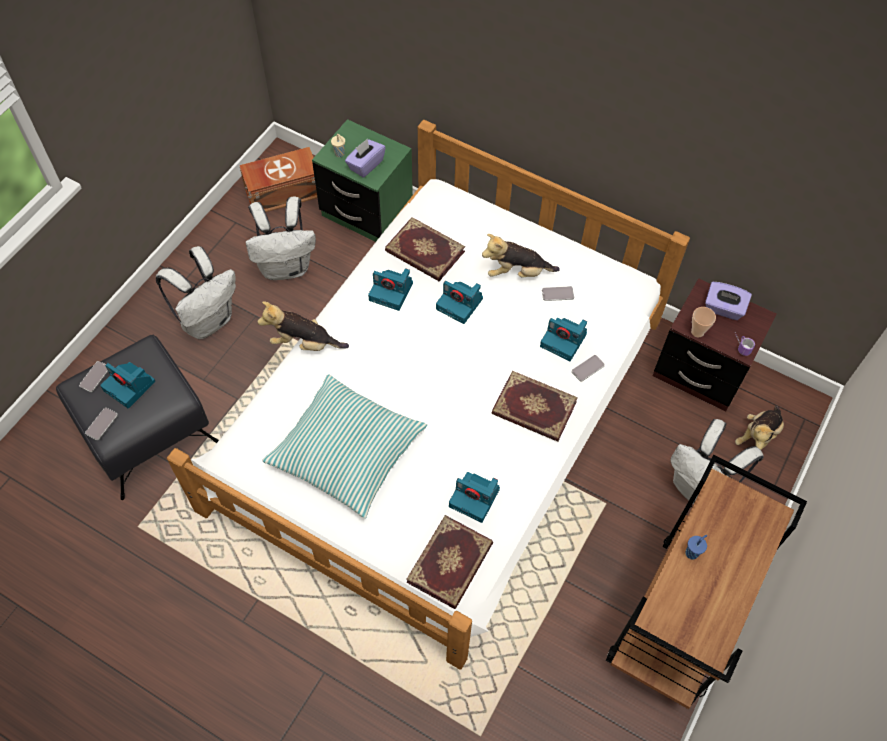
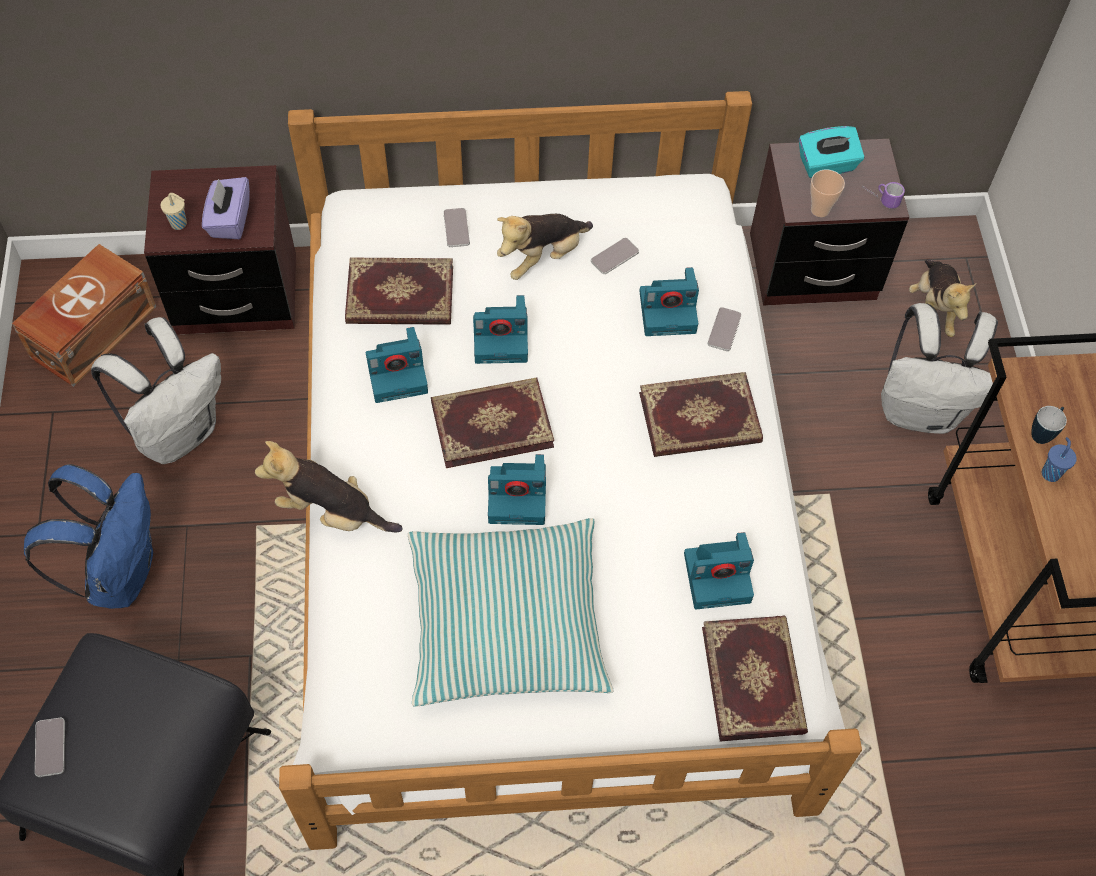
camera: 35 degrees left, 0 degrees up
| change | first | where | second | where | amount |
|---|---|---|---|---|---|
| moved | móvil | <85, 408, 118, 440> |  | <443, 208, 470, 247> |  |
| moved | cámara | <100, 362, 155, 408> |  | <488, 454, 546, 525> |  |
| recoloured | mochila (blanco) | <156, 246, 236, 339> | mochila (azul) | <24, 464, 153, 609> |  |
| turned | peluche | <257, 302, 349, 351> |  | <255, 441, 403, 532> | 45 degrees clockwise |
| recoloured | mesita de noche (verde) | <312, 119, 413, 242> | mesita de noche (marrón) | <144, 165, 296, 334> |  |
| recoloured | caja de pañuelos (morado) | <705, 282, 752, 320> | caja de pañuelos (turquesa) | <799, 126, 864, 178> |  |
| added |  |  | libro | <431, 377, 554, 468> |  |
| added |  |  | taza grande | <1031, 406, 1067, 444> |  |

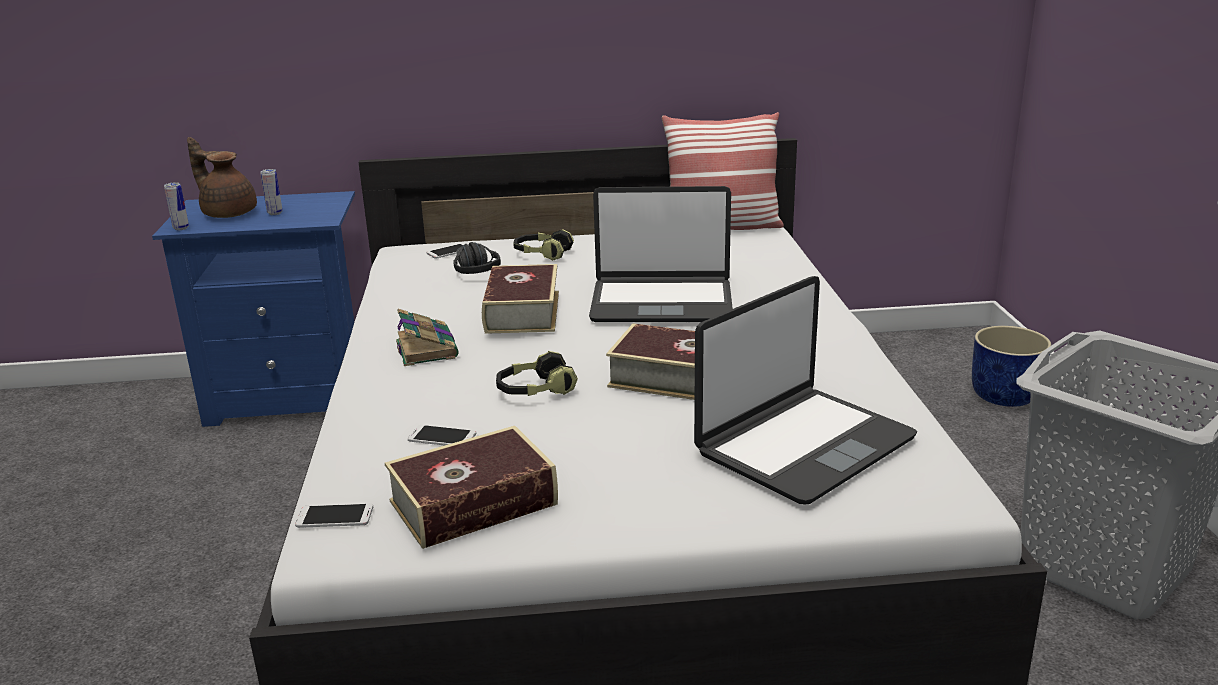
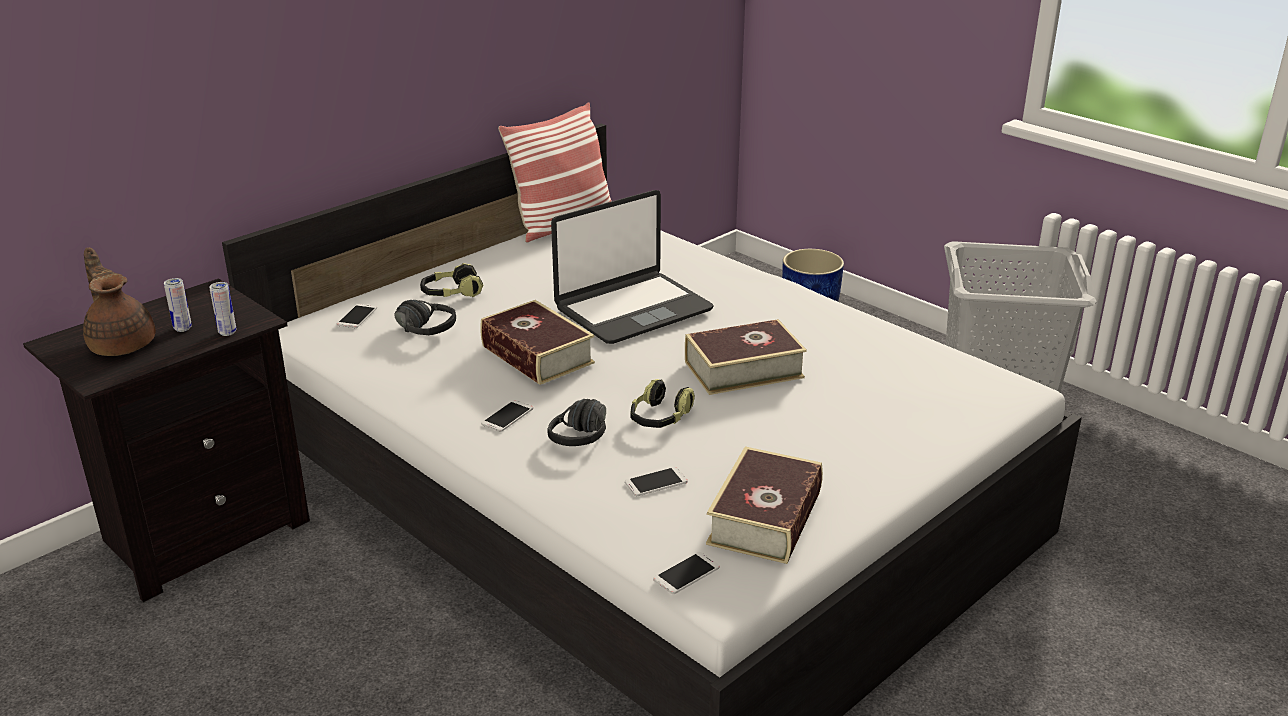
camera: 40 degrees left, 5 degrees up
| change | first | where | second | where | amount |
|---|---|---|---|---|---|
| recoloured | mesita de noche (azul) | <152, 191, 355, 427> | mesita de noche (negro) | <23, 278, 310, 602> |  |
| moved | lata | <164, 182, 189, 230> |  | <209, 282, 236, 336> |  |
| turned | tetera (marrón) | <187, 137, 257, 218> |  | <83, 248, 156, 356> | 60 degrees clockwise |
| replaced | libro | <396, 309, 458, 366> | móvil | <481, 400, 533, 432> |  |
| removed | portátil | <694, 276, 917, 505> |  |  |  |
| added |  |  | auriculares (negro) | <547, 399, 606, 446> |  |

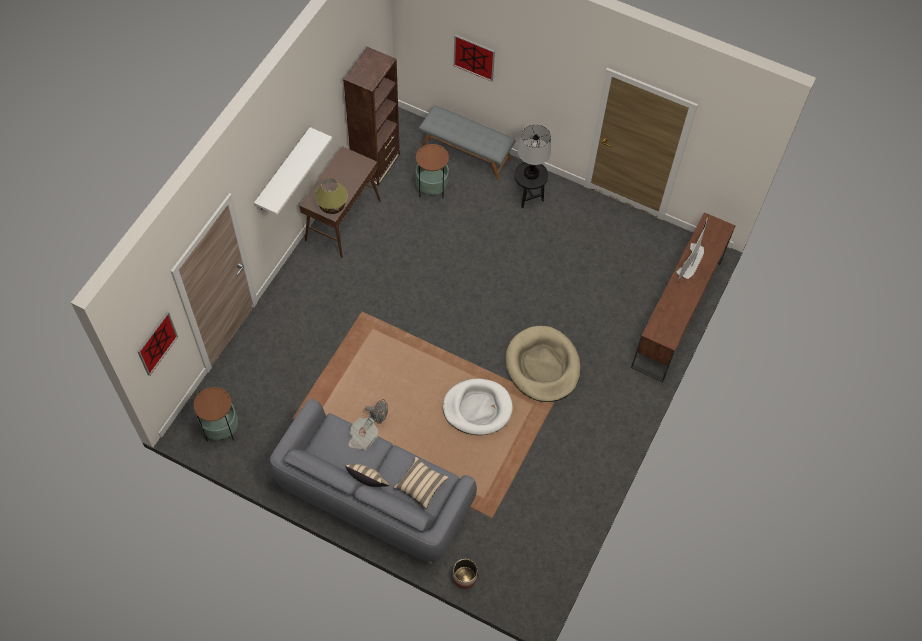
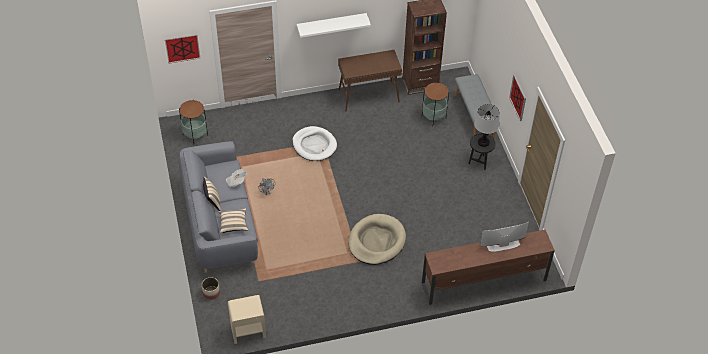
camera: 50 degrees right, 10 degrees down
| change | first | where | second | where | amount |
|---|---|---|---|---|---|
| removed | lámpara de mesa | <315, 178, 348, 214> |  |  |  |
| moved | cama para perro (blanco) | <443, 379, 513, 435> |  | <292, 126, 337, 161> |  |
| moved | cuadro | <454, 34, 495, 82> |  | <509, 75, 526, 121> |  |
| added |  |  | mesita de noche (beis) | <228, 295, 266, 344> |  |

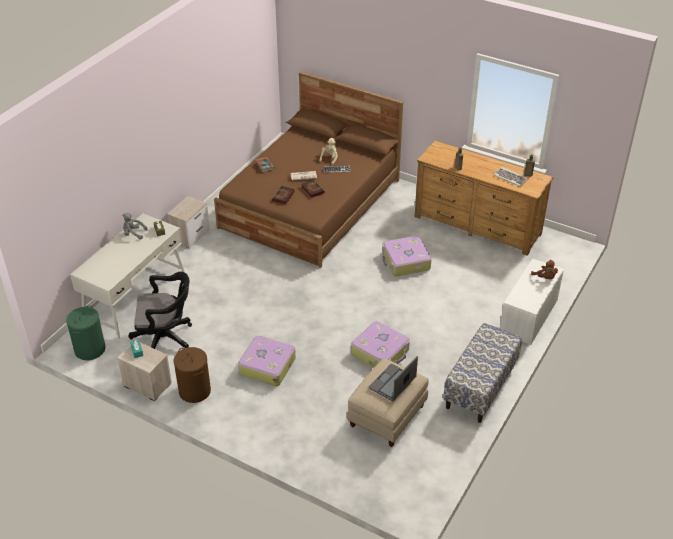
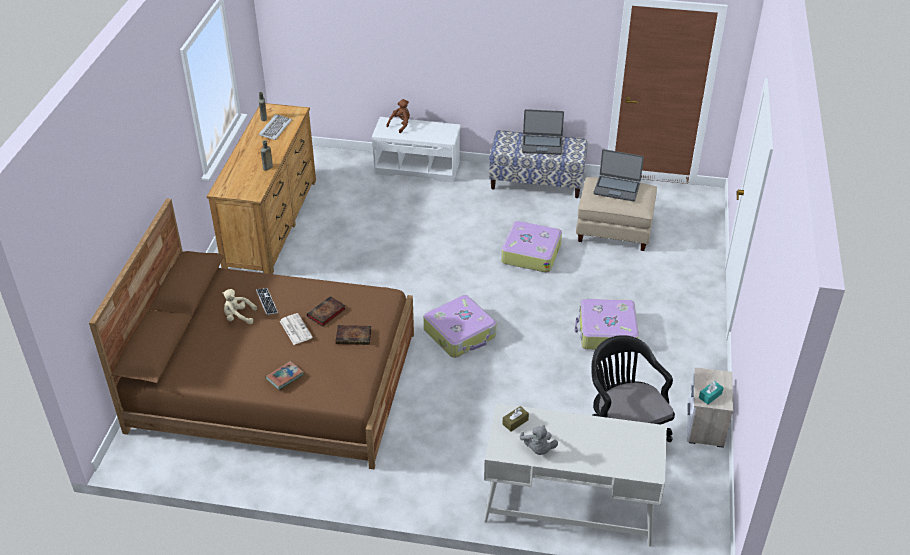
camera: 110 degrees left, 0 degrees up
| change | first | where | second | where | amount |
|---|---|---|---|---|---|
| removed | cesto de la ropa (verde) | <66, 305, 106, 360> |  |  |  |
| removed | mesita de noche | <167, 196, 210, 248> |  |  |  |
| removed | cesto de la ropa (marrón) | <174, 347, 211, 403> |  |  |  |
| moved | maleta | <382, 236, 431, 276> |  | <423, 295, 496, 358> |  |
| added |  |  | portátil | <522, 109, 564, 155> |  |

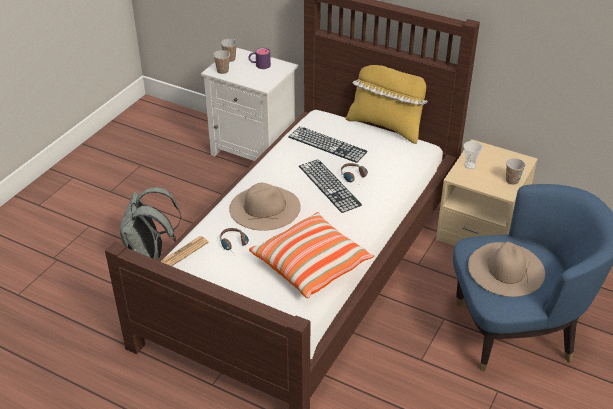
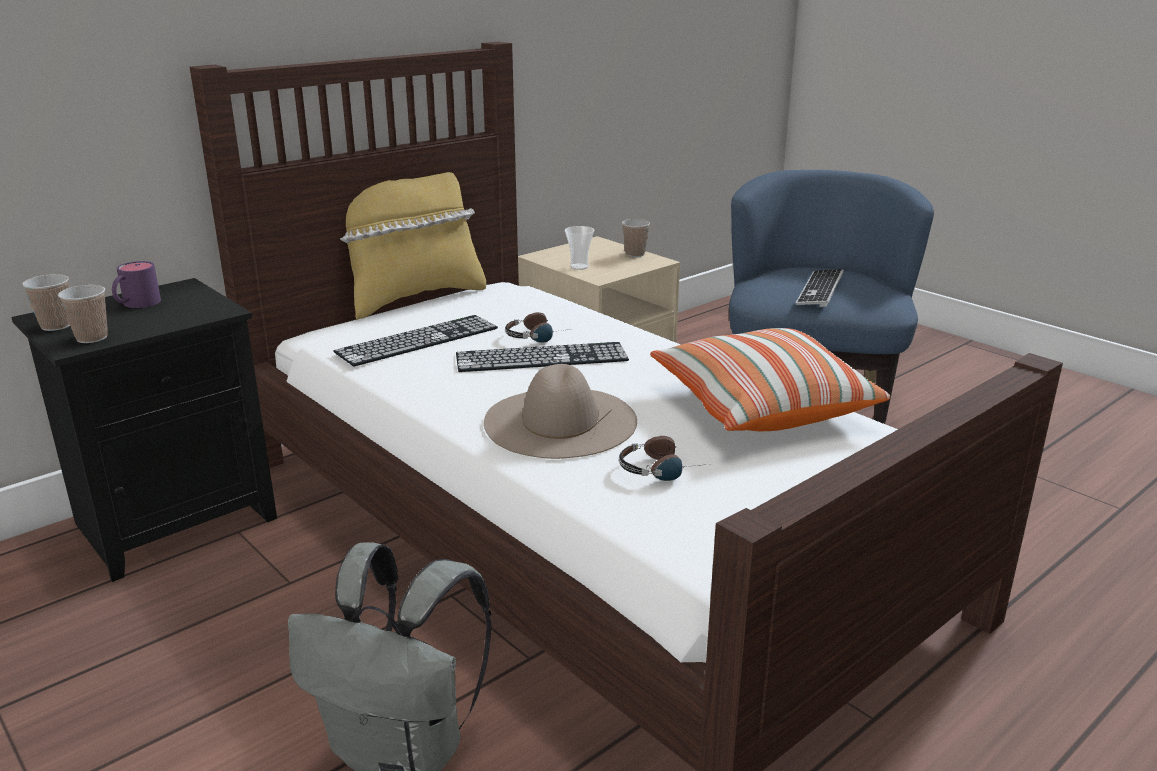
camera: 70 degrees left, 15 degrees down
| change | first | where | second | where | amount |
|---|---|---|---|---|---|
| removed | periódico | <161, 236, 209, 266> |  |  |  |
| recoloured | mesita de noche (blanco) | <201, 47, 298, 161> | mesita de noche (negro) | <11, 278, 277, 582> |  |
| replaced | sombrero (beis) | <468, 242, 545, 297> | teclado | <796, 269, 844, 307> |  |

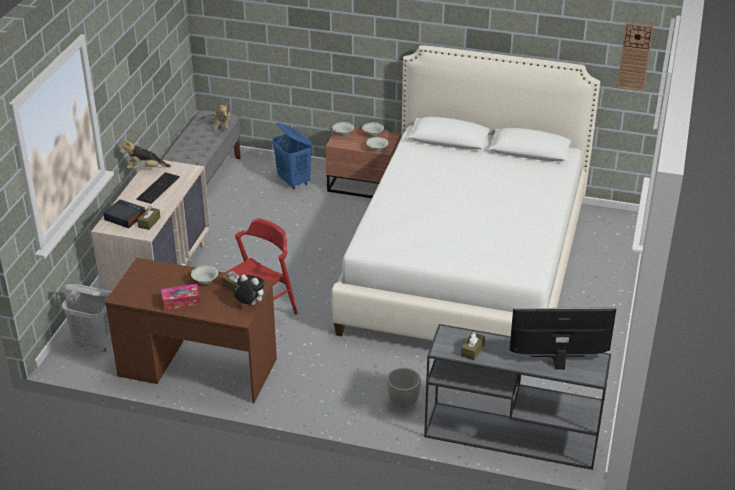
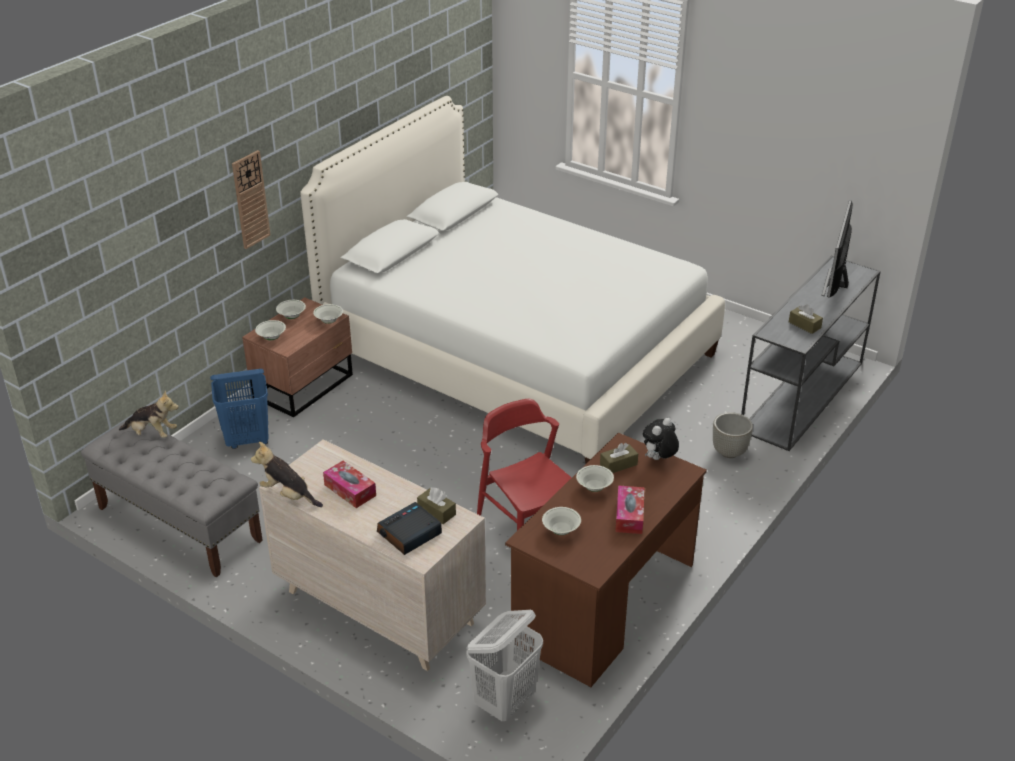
camera: 70 degrees left, 0 degrees up
| change | first | where | second | where | amount |
|---|---|---|---|---|---|
| turned | peluche | <120, 139, 171, 169> |  | <251, 441, 323, 507> | 105 degrees clockwise |
| replaced | teclado | <137, 172, 180, 204> | caja de pañuelos | <323, 461, 376, 508> |  |
| moved | reloj de pared | <617, 23, 653, 91> |  | <232, 150, 271, 249> |  |
| added |  |  | cuenco (blanco) | <542, 507, 581, 535> |  |

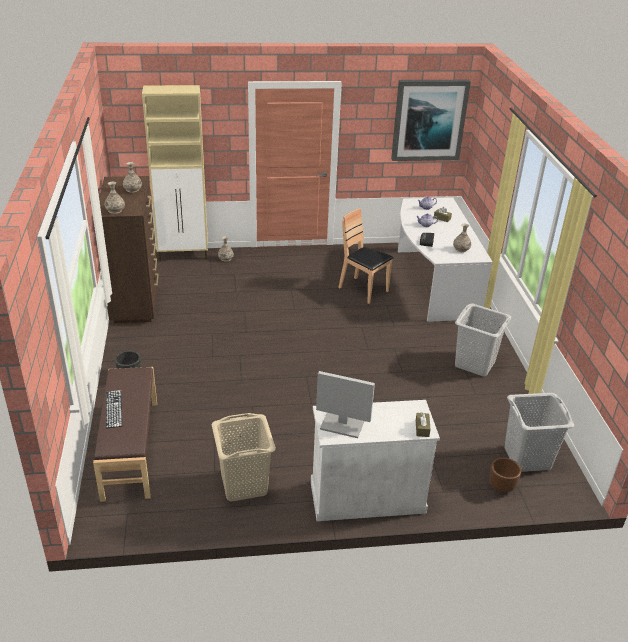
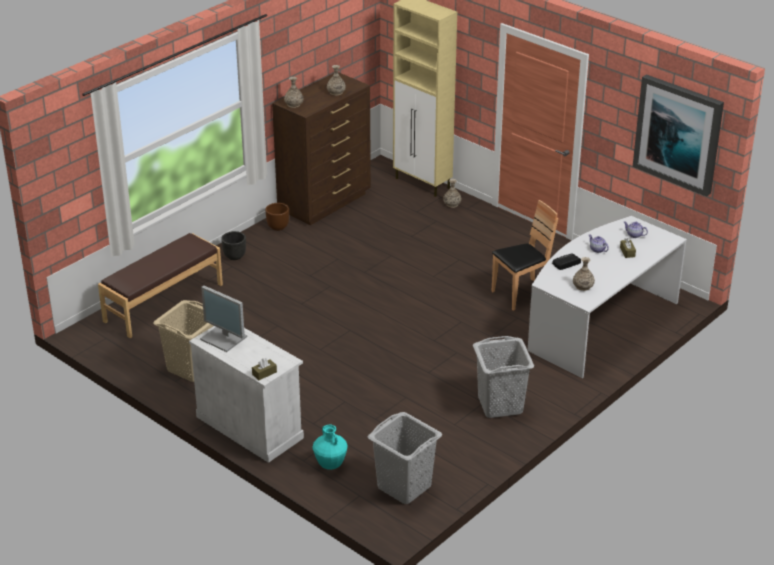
camera: 50 degrees right, 0 degrees up
| change | first | where | second | where | amount |
|---|---|---|---|---|---|
| removed | teclado | <106, 390, 122, 428> |  |  |  |
| turned | monitor | <316, 371, 375, 438> |  | <200, 285, 247, 352> | 150 degrees clockwise |
| turned | silla (marrón) | <338, 208, 394, 304> |  | <492, 200, 558, 311> | 60 degrees clockwise |
| moved | maceta (marrón) | <490, 458, 521, 493> |  | <265, 203, 289, 231> |  |
| added |  |  | florero (turquesa) | <313, 424, 348, 470> |  |

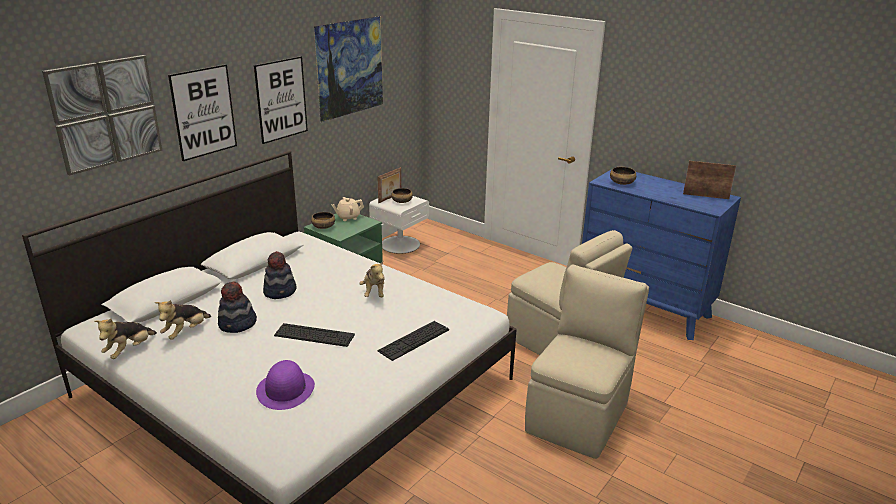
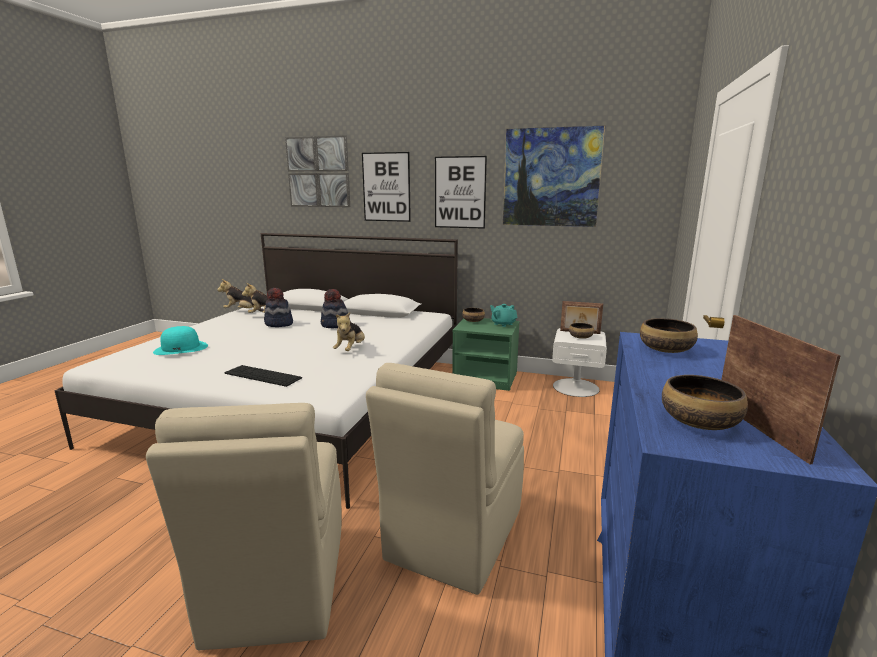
camera: 70 degrees right, 10 degrees down
| change | first | where | second | where | amount |
|---|---|---|---|---|---|
| recoloured | sombrero (morado) | <256, 360, 315, 410> | sombrero (turquesa) | <153, 326, 208, 355> |  |
| removed | teclado | <274, 323, 355, 347> |  |  |  |
| recoloured | tetera (beis) | <331, 197, 364, 221> | tetera (turquesa) | <490, 304, 517, 327> |  |
| turned | peluche | <359, 261, 385, 297> |  | <333, 312, 365, 351> | 45 degrees counterclockwise |
| turned | silla (beis) | <525, 265, 649, 459> |  | <146, 403, 342, 650> | 75 degrees clockwise |
| added |  |  | cuenco | <662, 375, 748, 430> |  |

